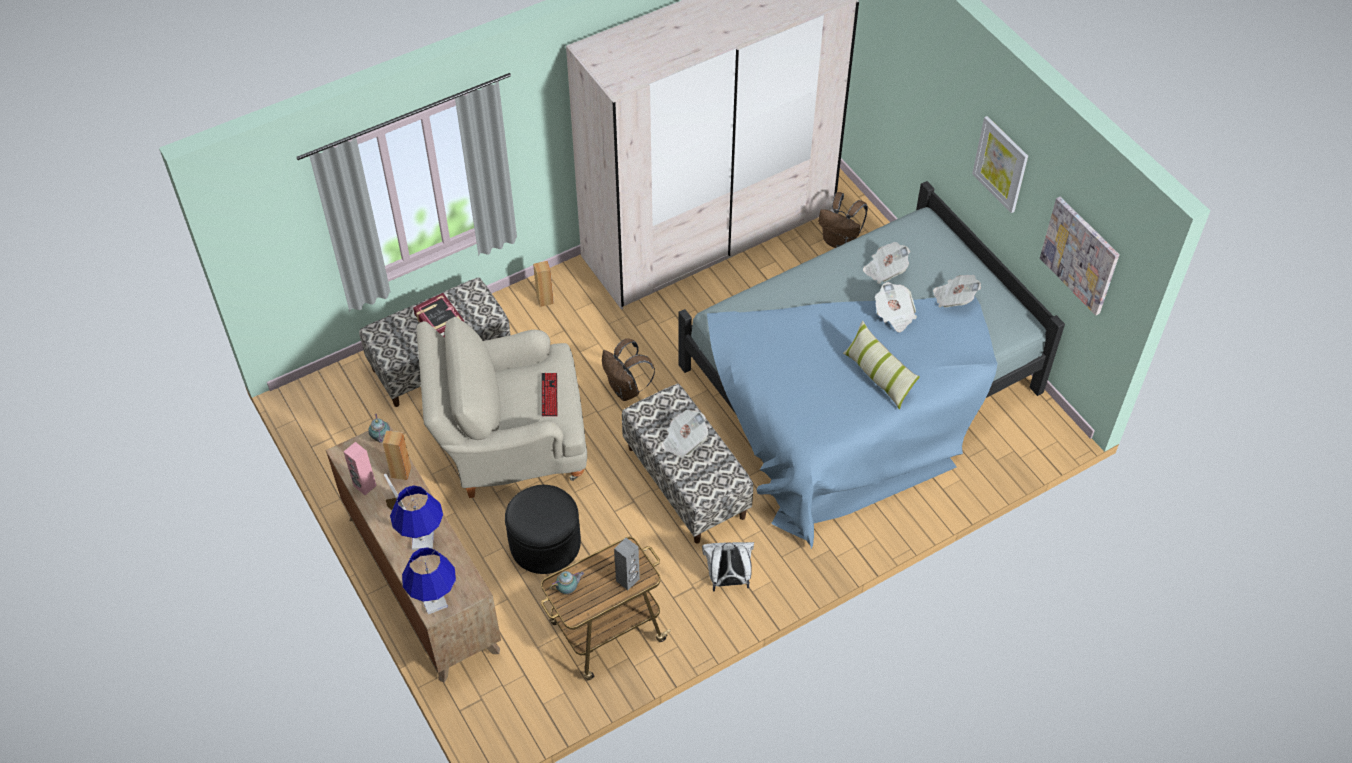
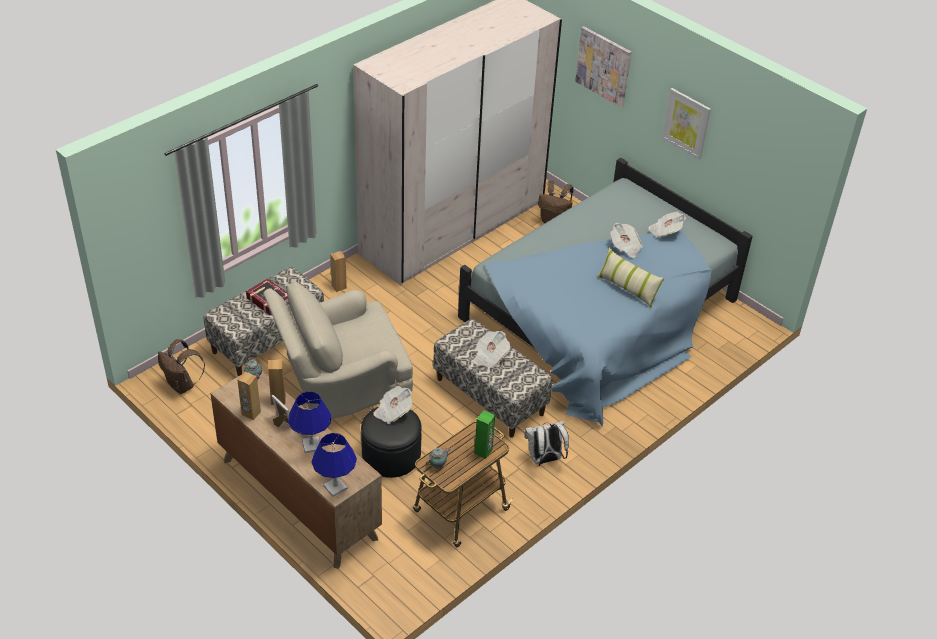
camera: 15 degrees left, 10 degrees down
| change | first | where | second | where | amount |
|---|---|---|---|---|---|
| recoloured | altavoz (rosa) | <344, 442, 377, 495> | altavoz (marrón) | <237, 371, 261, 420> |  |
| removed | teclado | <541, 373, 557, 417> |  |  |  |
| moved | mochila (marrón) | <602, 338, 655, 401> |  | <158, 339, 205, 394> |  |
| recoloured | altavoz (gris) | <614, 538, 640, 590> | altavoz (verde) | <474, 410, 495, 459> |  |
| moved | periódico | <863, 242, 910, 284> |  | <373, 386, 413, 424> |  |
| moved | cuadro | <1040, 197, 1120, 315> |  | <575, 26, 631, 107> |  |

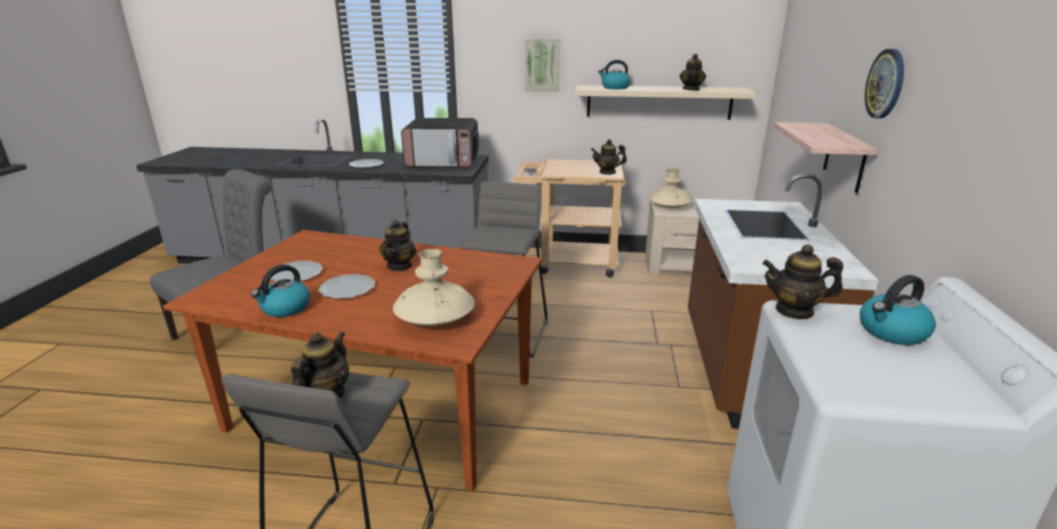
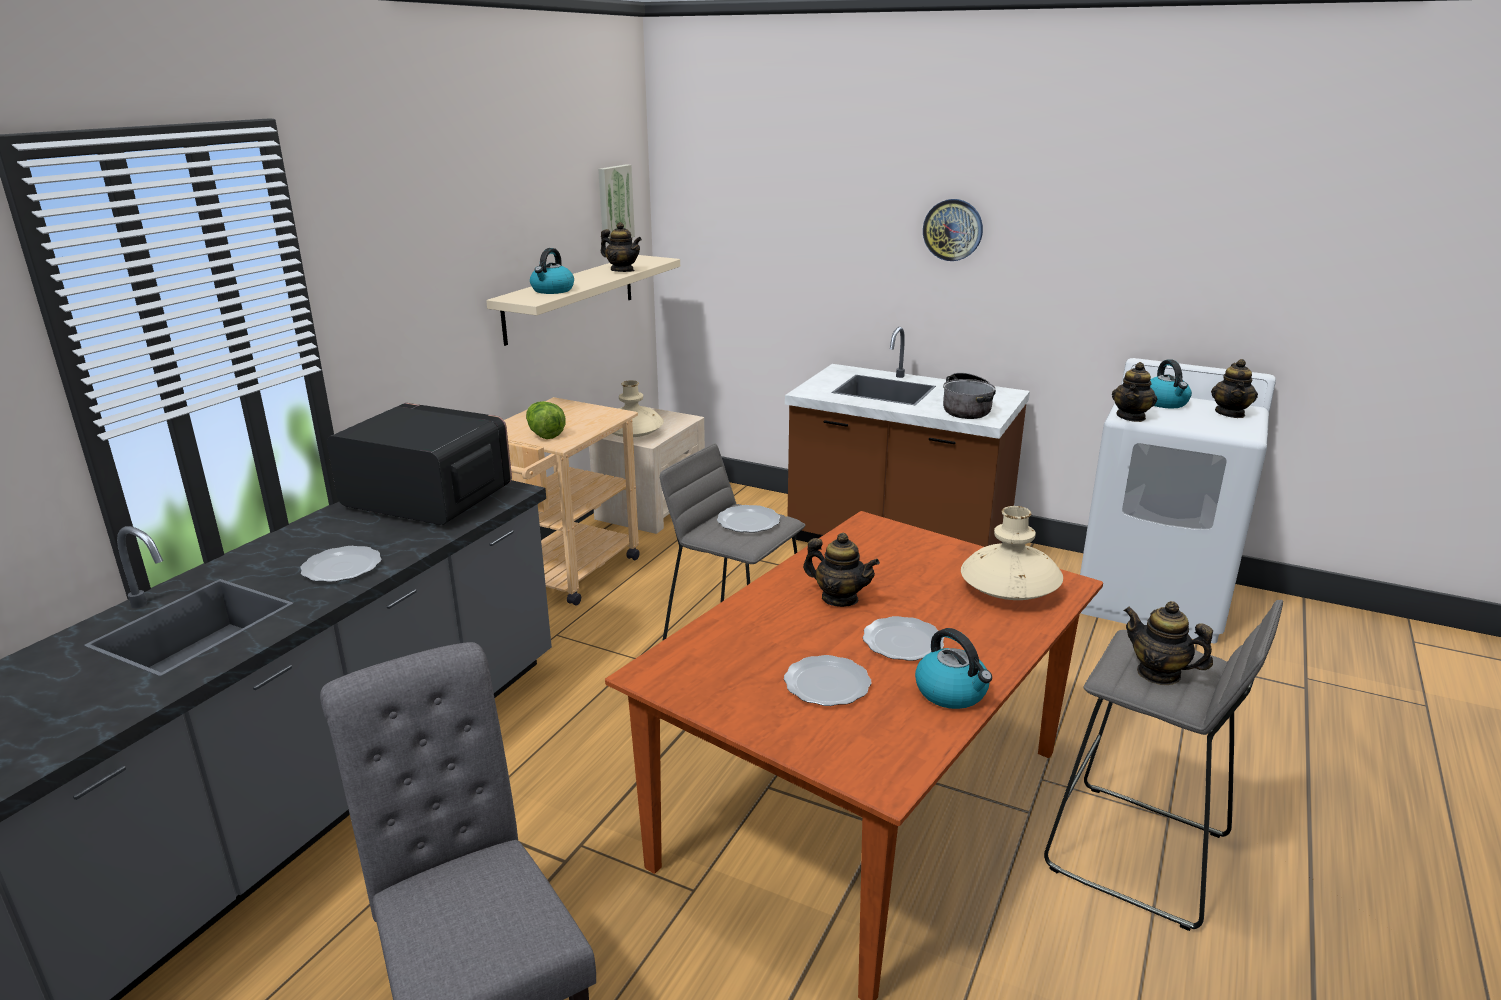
camera: 70 degrees left, 0 degrees up
| change | first | where | second | where | amount |
|---|---|---|---|---|---|
| turned | microondas | <401, 118, 479, 168> |  | <327, 403, 512, 525> | 90 degrees counterclockwise |
| moved | cuadro | <525, 39, 559, 92> |  | <598, 164, 635, 244> |  |
| moved | tetera | <591, 139, 627, 175> |  | <1211, 359, 1258, 418> |  |
| removed | estante | <774, 122, 878, 193> |  |  |  |
| added |  |  | lechuga | <526, 401, 566, 439> |  |
| added |  |  | plato | <717, 505, 780, 533> |  |
| added |  |  | olla | <943, 373, 996, 419> |  |

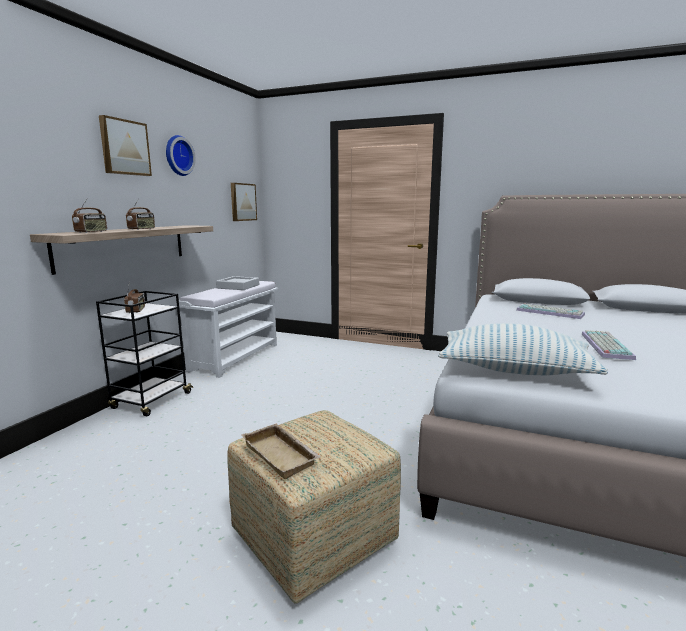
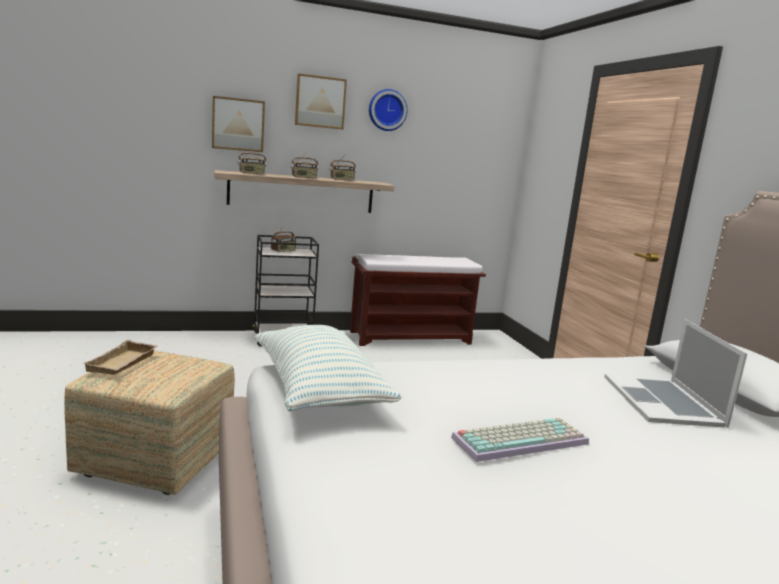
camera: 50 degrees right, 0 degrees up
| change | first | where | second | where | amount |
|---|---|---|---|---|---|
| recoloured | banco (blanco) | <176, 281, 278, 378> | banco (marrón) | <350, 254, 486, 346> |  |
| removed | bandeja (gris) | <216, 276, 259, 290> |  |  |  |
| moved | cuadro | <231, 183, 257, 221> |  | <212, 96, 265, 152> |  |
| replaced | teclado | <516, 303, 585, 319> | portátil | <604, 319, 747, 428> |  |
| added |  |  | radio | <330, 153, 356, 181> |  |

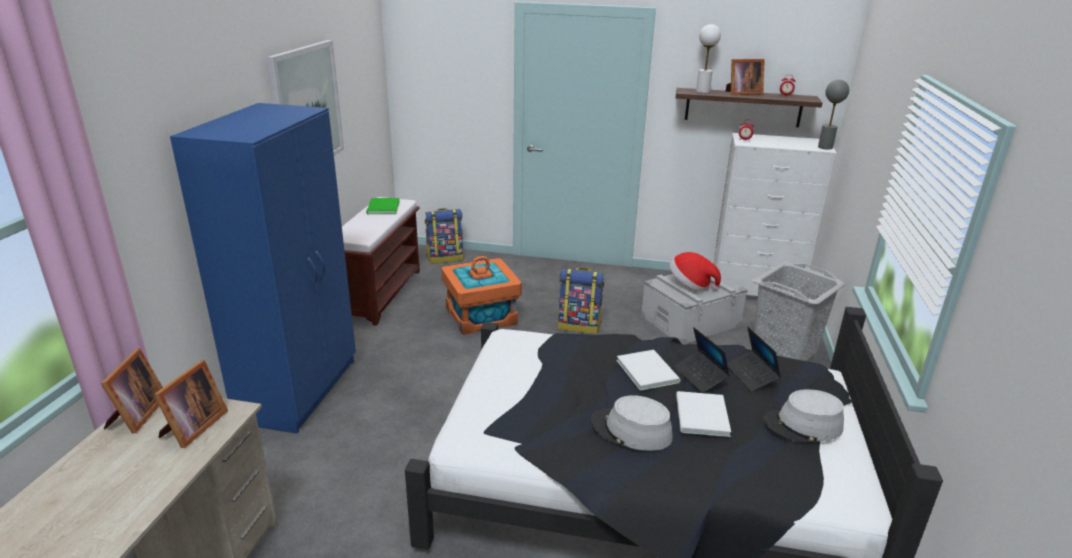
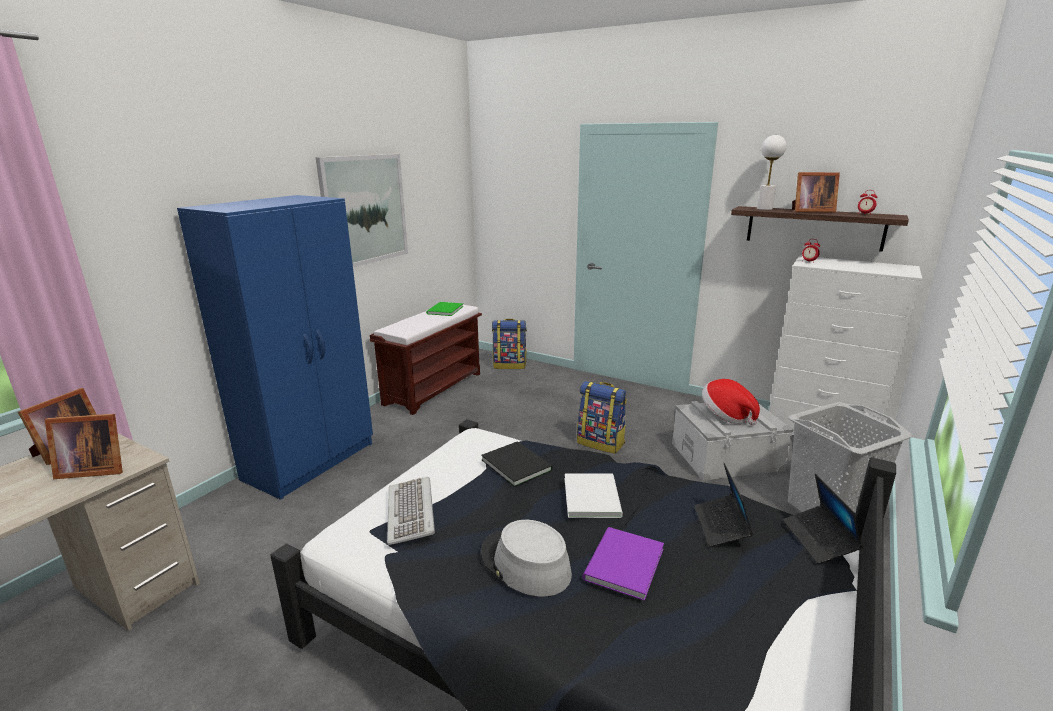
camera: 20 degrees right, 5 degrees down
| change | first | where | second | where | amount |
|---|---|---|---|---|---|
| turned | portarretratos | <154, 360, 228, 448> |  | <45, 414, 123, 479> | 45 degrees clockwise |
| removed | caja de almacenaje (naranja) | <441, 256, 522, 335> |  |  |  |
| moved | portátil | <673, 327, 730, 393> |  | <783, 474, 863, 564> |  |
| recoloured | libro (blanco) | <676, 391, 731, 437> | libro (morado) | <583, 527, 664, 601> |  |
| removed | sombrero (gris) | <764, 389, 844, 442> |  |  |  |
| removed | lámpara de mesa (gris) | <818, 80, 849, 150> |  |  |  |
| added |  |  | teclado | <387, 477, 435, 545> |  |
| added |  |  | libro (negro) | <481, 441, 553, 487> |  |

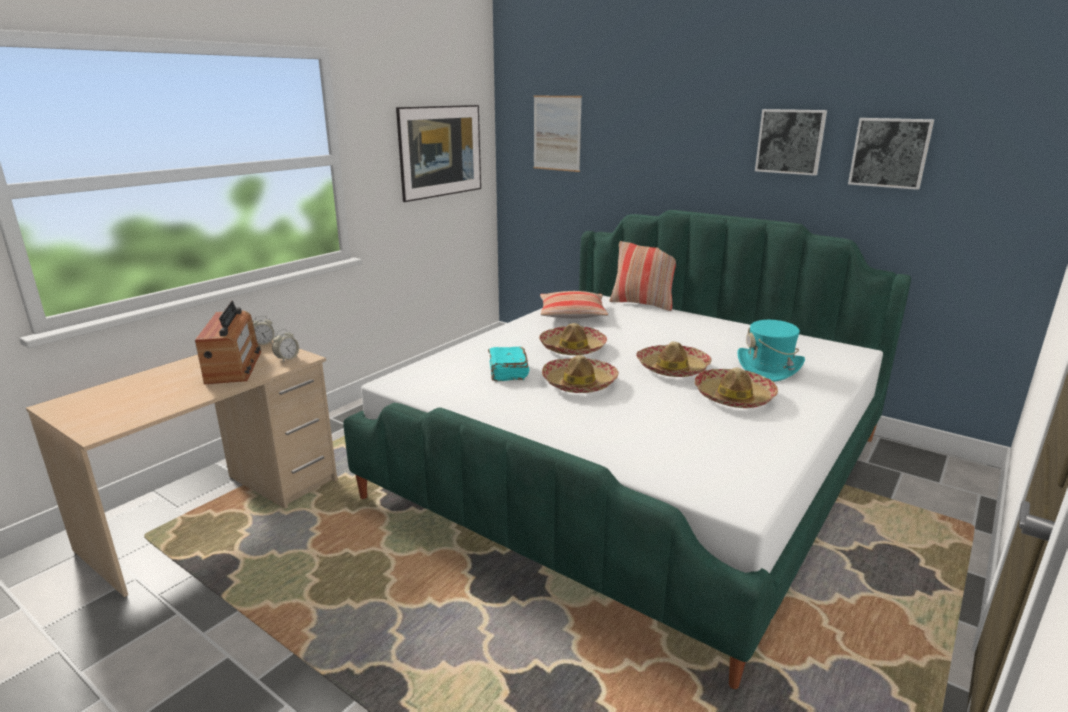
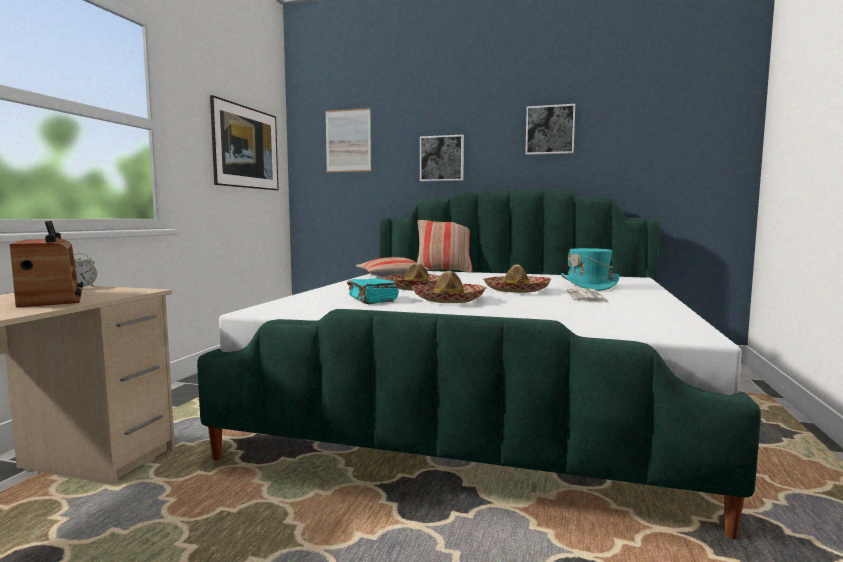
camera: 20 degrees left, 15 degrees down
| change | first | where | second | where | amount |
|---|---|---|---|---|---|
| removed | despertador | <272, 329, 299, 362> |  |  |  |
| replaced | sombrero | <695, 368, 778, 408> | periódico | <567, 288, 610, 303> |  |
| moved | cuadro | <848, 118, 934, 190> |  | <420, 135, 464, 181> |  |

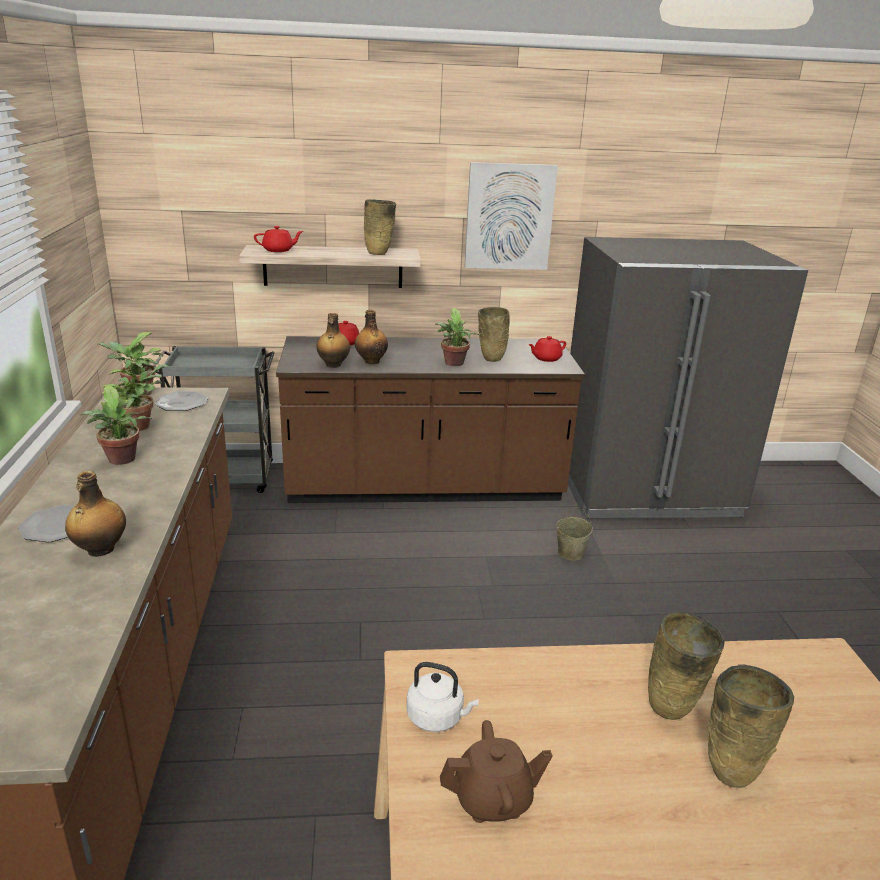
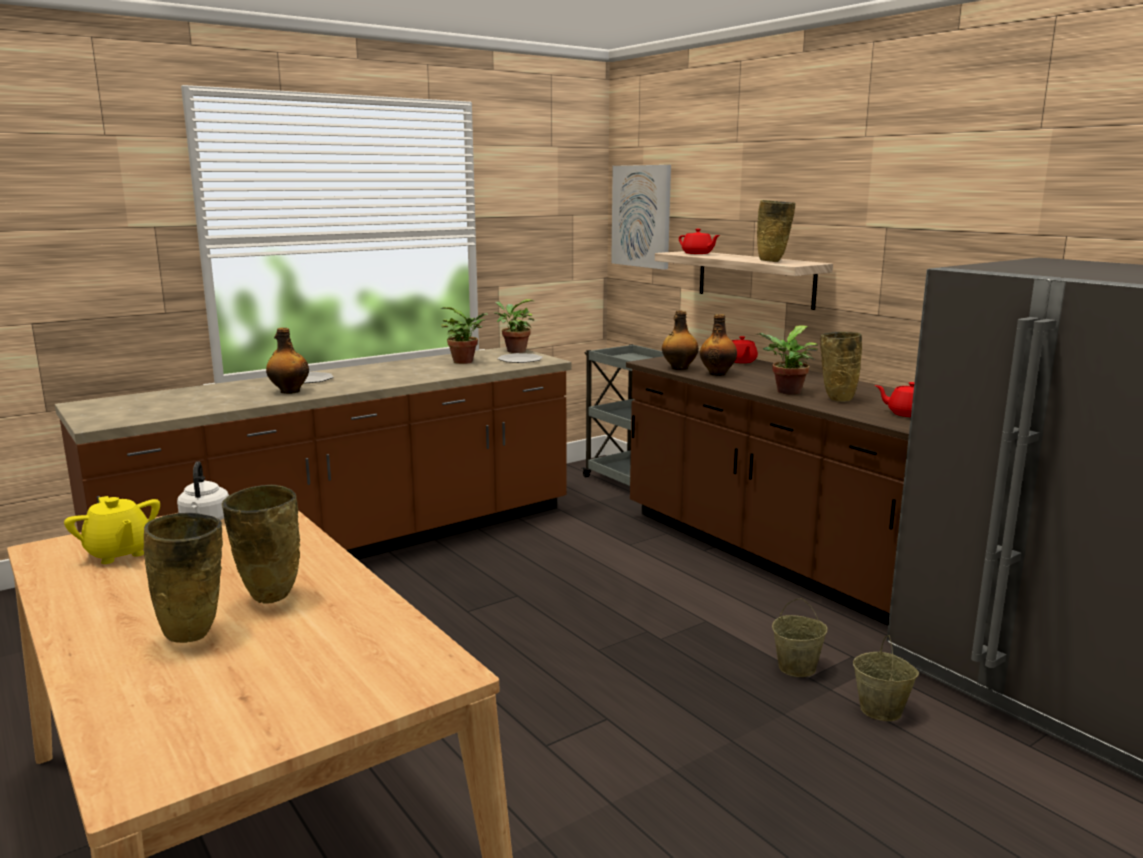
camera: 60 degrees right, 10 degrees down
| change | first | where | second | where | amount |
|---|---|---|---|---|---|
| removed | planta en maceta | <80, 385, 152, 465> |  |  |  |
| recoloured | tetera (marrón) | <440, 720, 553, 823> | tetera (amarillo) | <64, 496, 160, 564> |  |
| moved | cuadro | <464, 162, 558, 270> |  | <611, 165, 671, 270> |  |
| added |  |  | cubo (beis) | <853, 635, 919, 721> |  |

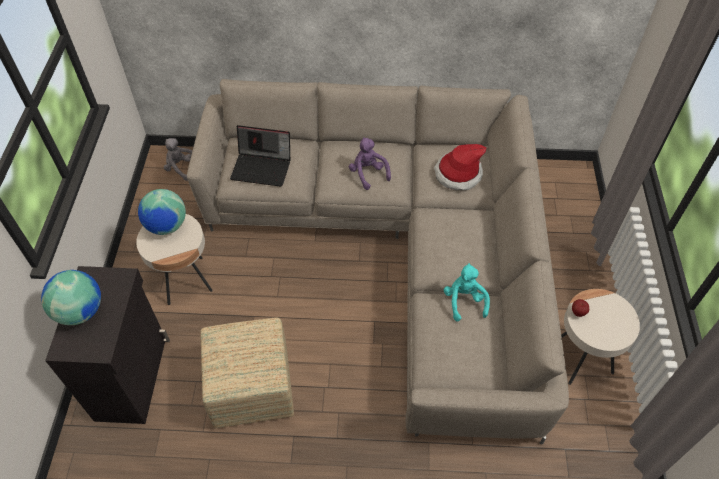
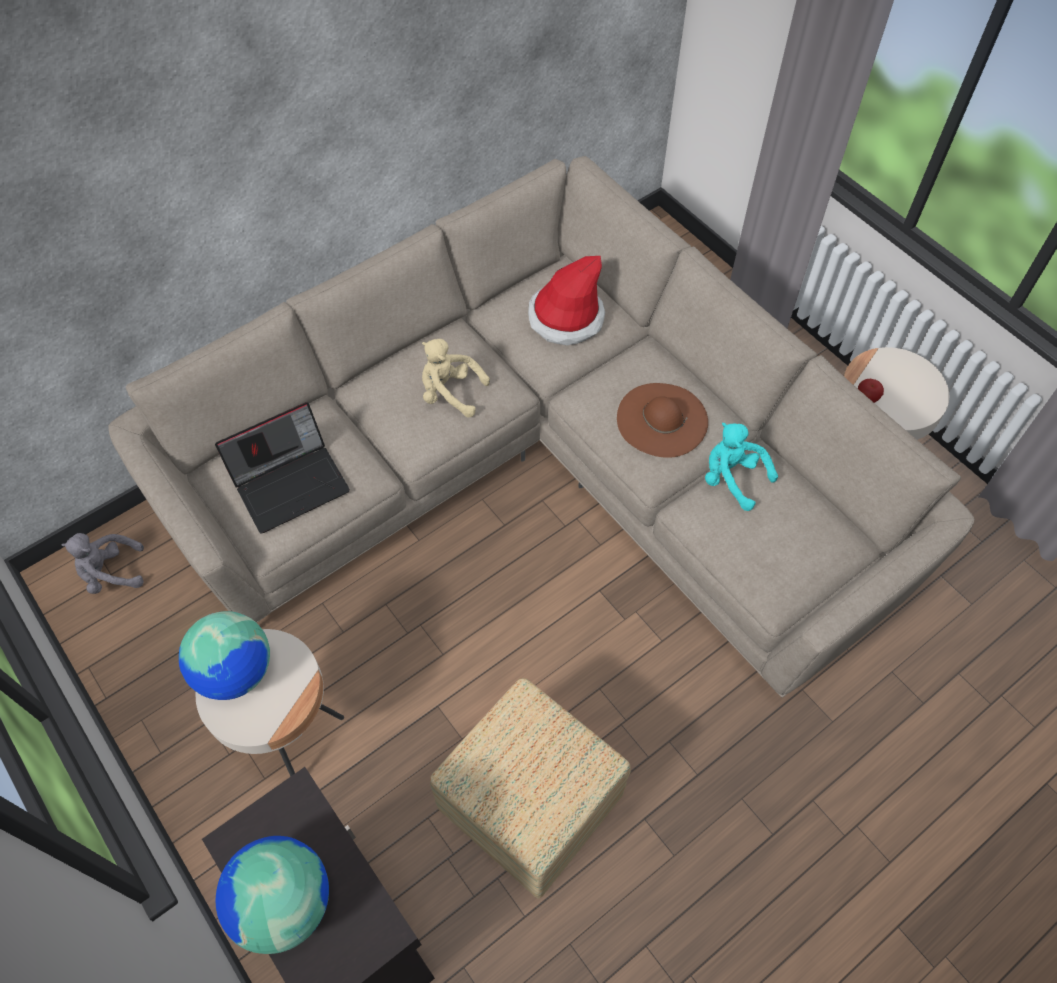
camera: 40 degrees left, 5 degrees up
| change | first | where | second | where | amount |
|---|---|---|---|---|---|
| recoloured | peluche (morado) | <349, 137, 391, 190> | peluche (beis) | <422, 339, 490, 417> |  |
| added |  |  | sombrero (marrón) | <617, 383, 708, 458> |  |

